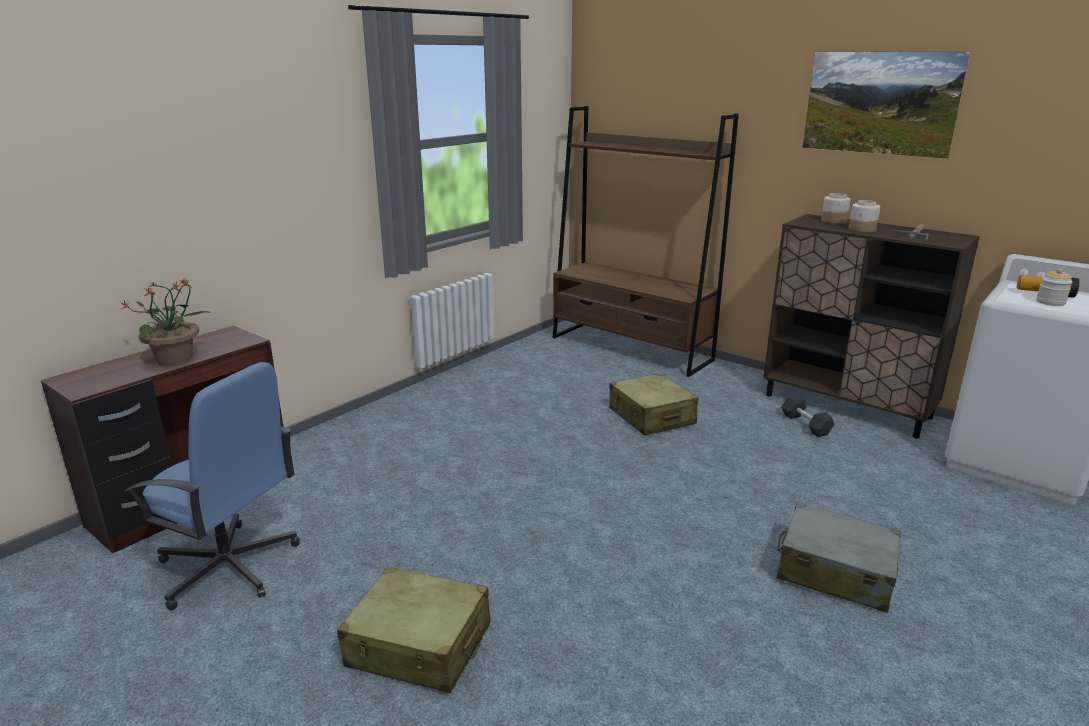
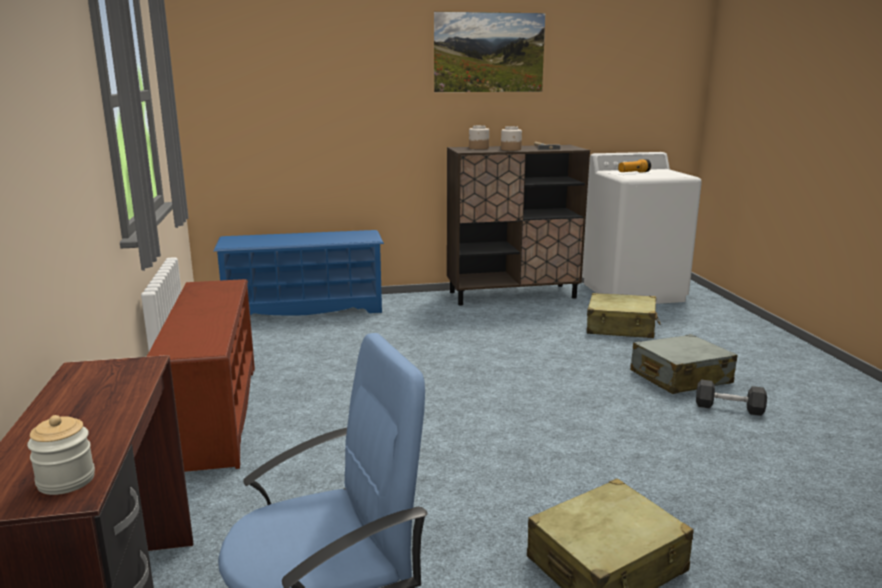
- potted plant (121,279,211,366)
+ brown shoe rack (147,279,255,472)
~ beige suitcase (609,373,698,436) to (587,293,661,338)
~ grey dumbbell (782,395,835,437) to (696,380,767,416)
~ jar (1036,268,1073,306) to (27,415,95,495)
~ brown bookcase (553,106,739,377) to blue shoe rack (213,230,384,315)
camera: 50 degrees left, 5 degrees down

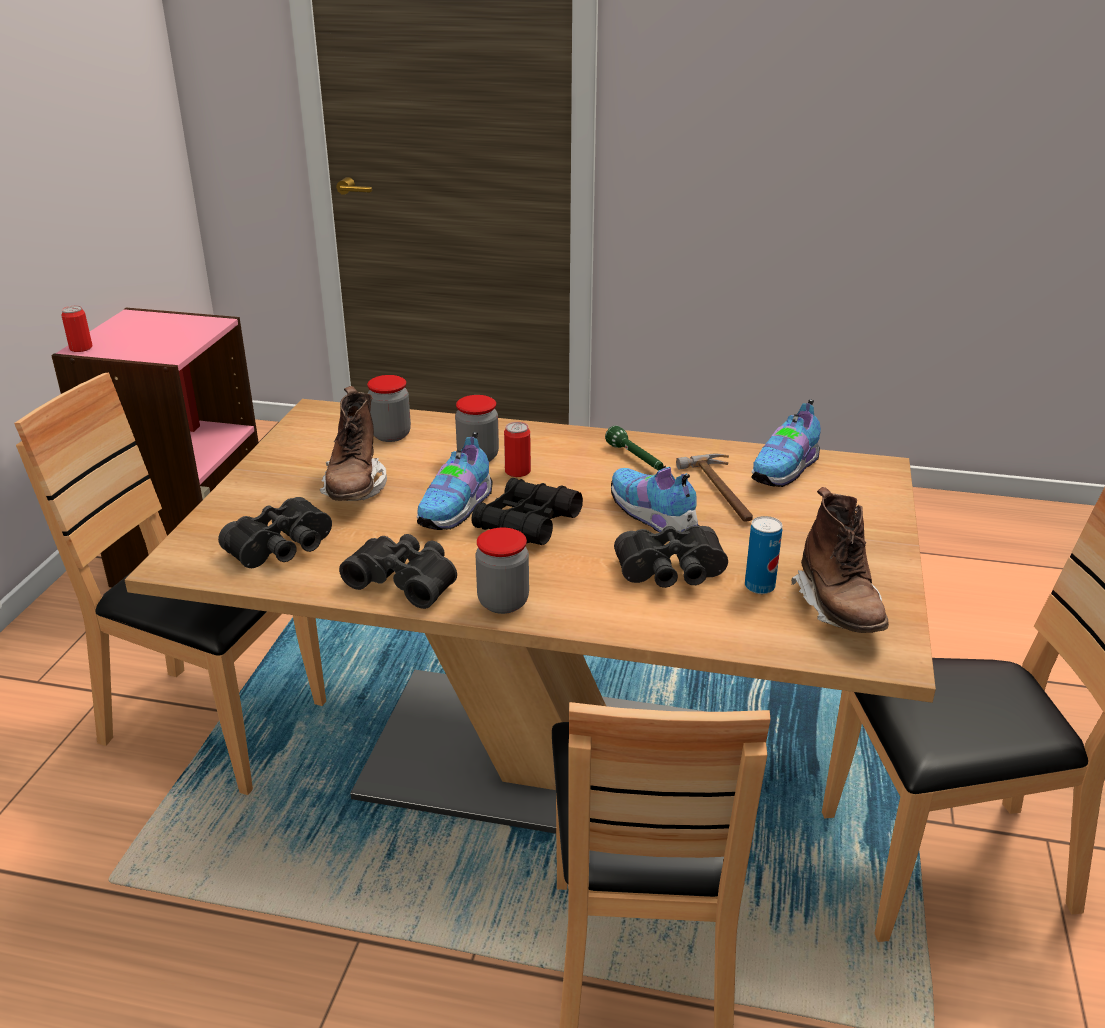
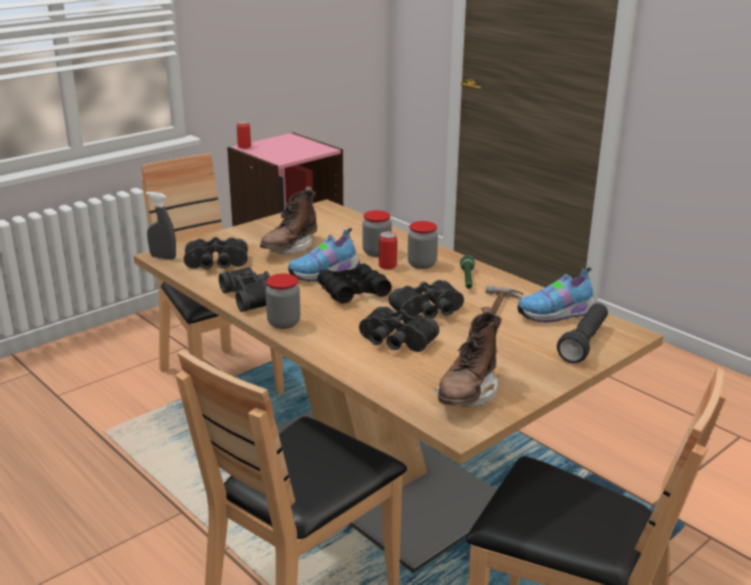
- can (745,516,782,594)
+ grey spray bottle (146,192,176,260)
+ black flashlight (557,303,608,363)
~ jar (367,375,411,442) to (408,221,438,269)
~ shoe (611,466,699,532) to black binoculars (389,280,464,319)
camera: 35 degrees right, 5 degrees down

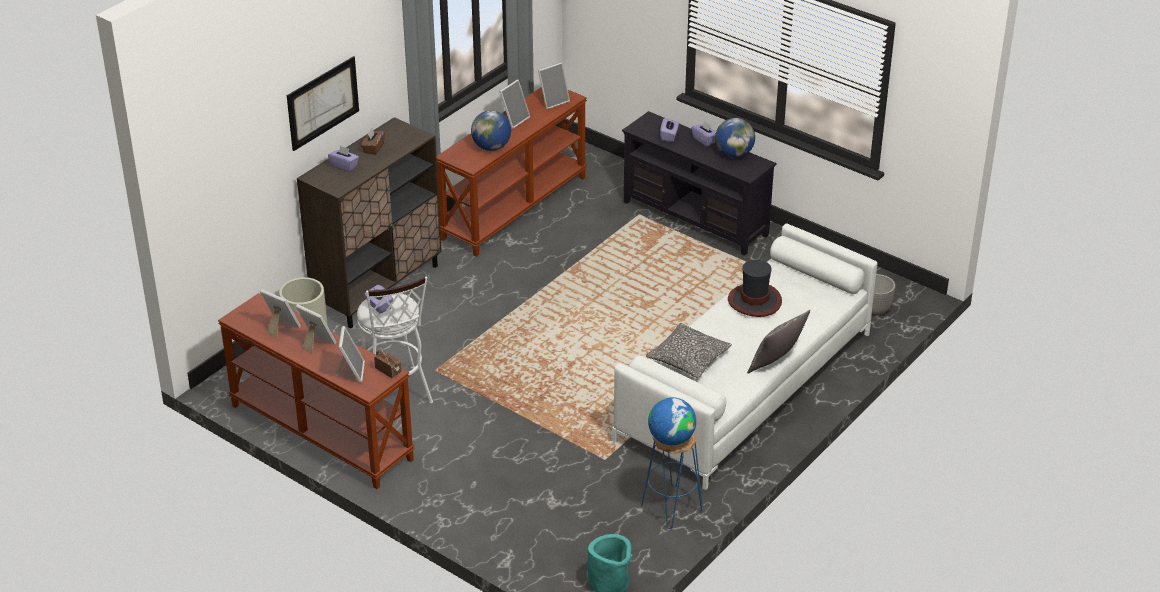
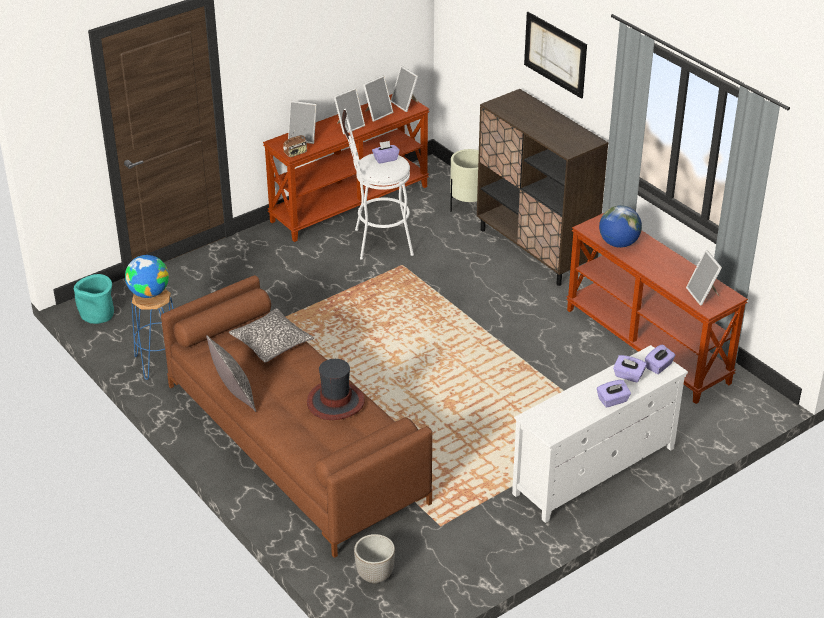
- brown tissue box (361,128,385,155)
- globe (715,118,755,158)
~ purple tissue box (328,146,359,172) to (645,344,676,374)
~ picture frame (499,79,530,129) to (391,66,418,112)
~ white sofa (612,223,877,490) to brown sofa (161,275,432,558)
~ black tv stand (622,111,777,255) to white tv stand (512,345,688,523)
camera: 105 degrees right, 0 degrees up

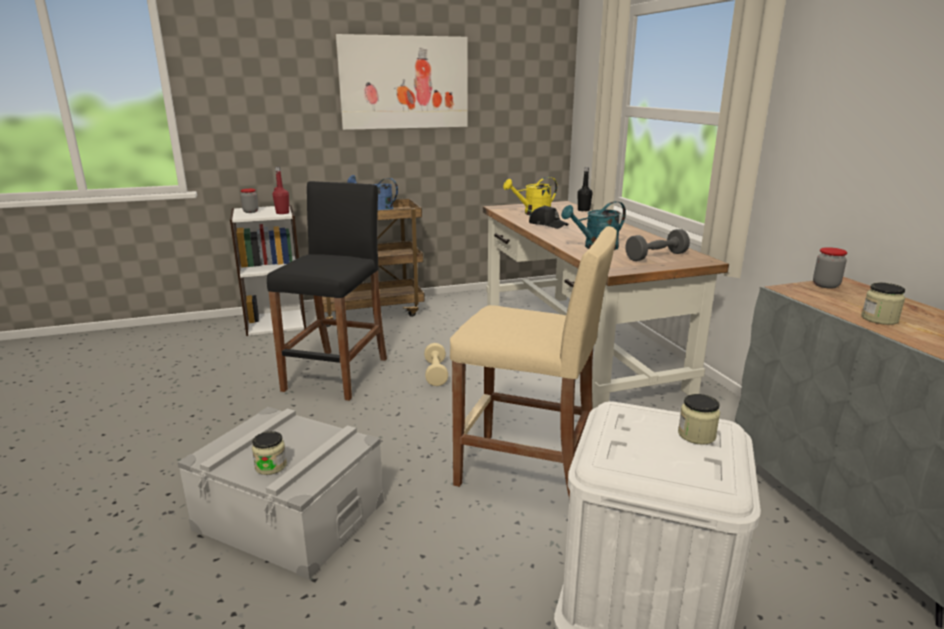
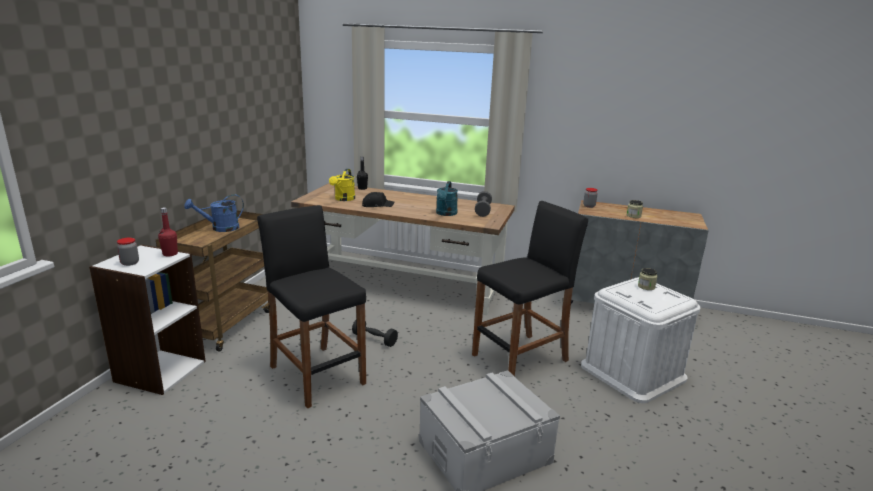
- jar (252,431,287,475)
- picture (336,34,468,130)
~ beige dumbbell (424,343,448,386) to black dumbbell (352,319,398,347)
~ beige stool (450,226,617,498) to black stool (472,201,588,377)
camera: 55 degrees left, 0 degrees up

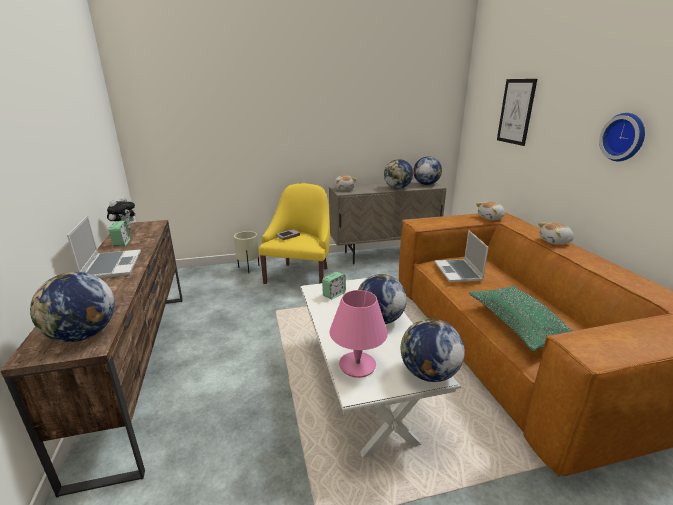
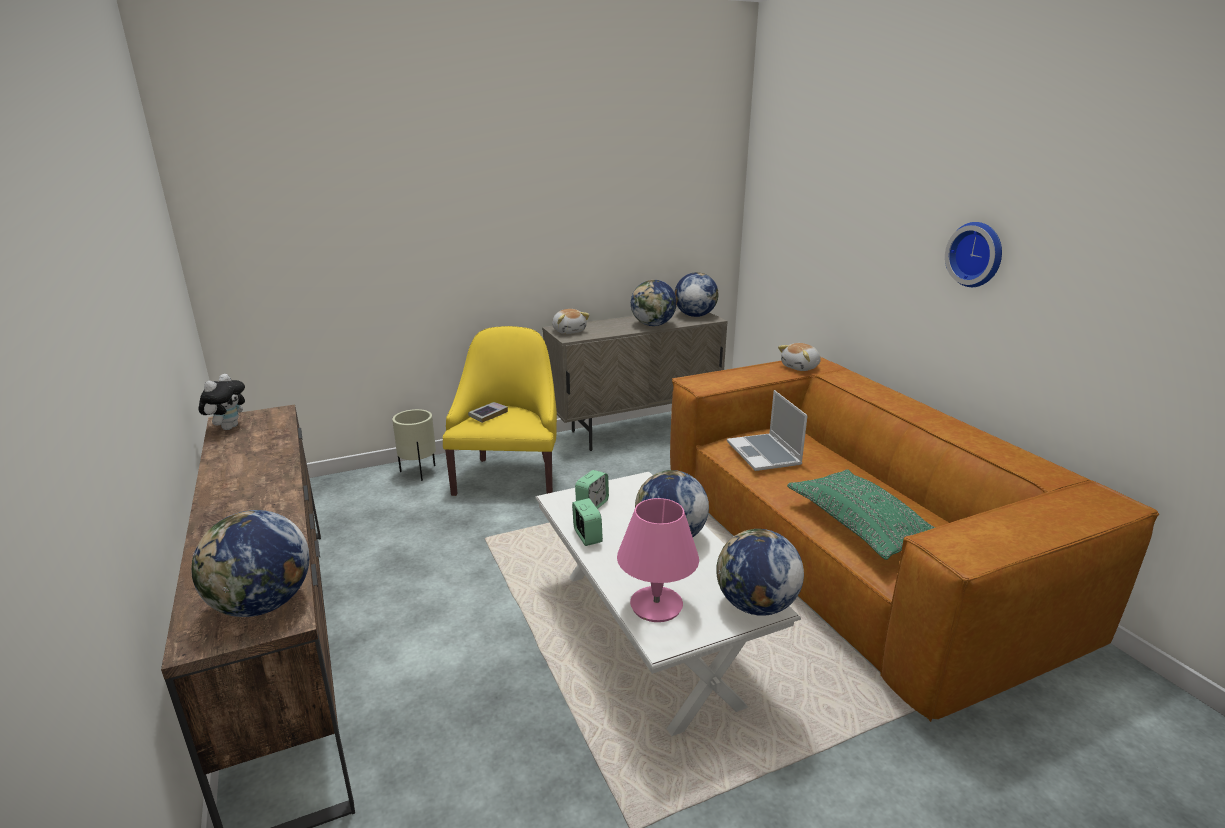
- laptop (67,216,141,278)
- picture (497,79,537,146)
- plush toy (538,222,574,245)
~ alarm clock (109,221,131,247) to (572,498,603,546)
camera: 10 degrees left, 0 degrees up

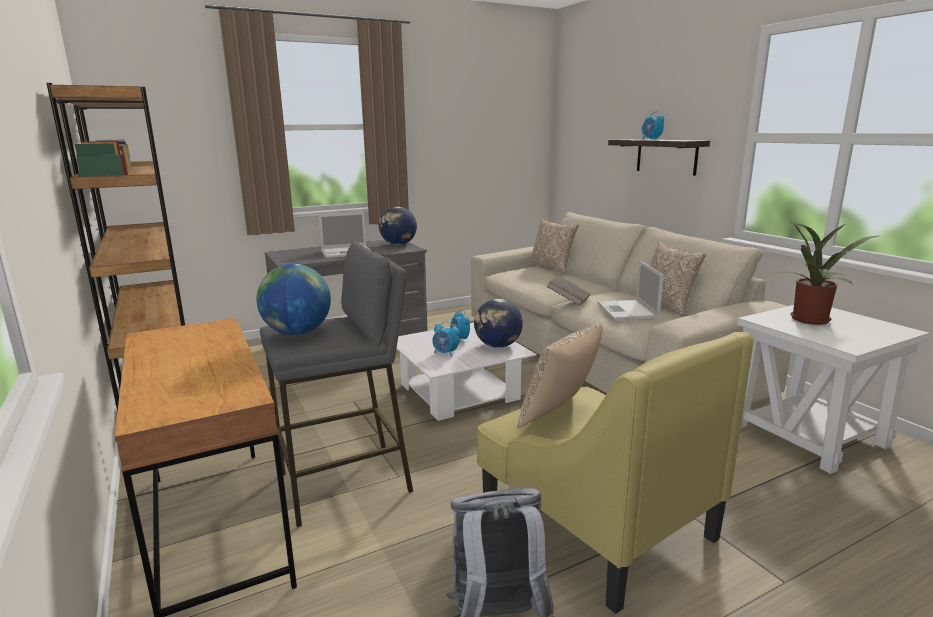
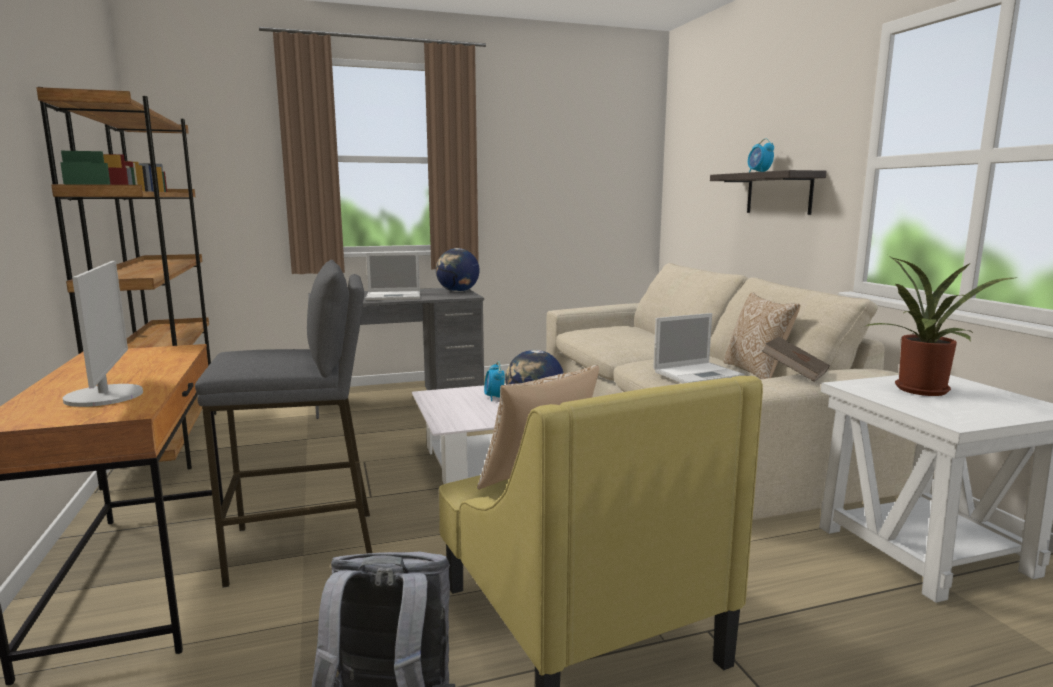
- globe (257,264,331,335)
- alarm clock (432,321,459,357)
- pillow (529,219,579,274)
+ monitor (63,261,143,407)
~ brown book (547,275,590,306) to (762,337,830,382)
~ laptop (597,261,664,320) = (653,313,745,384) 120 degrees counterclockwise
camera: 10 degrees right, 5 degrees down

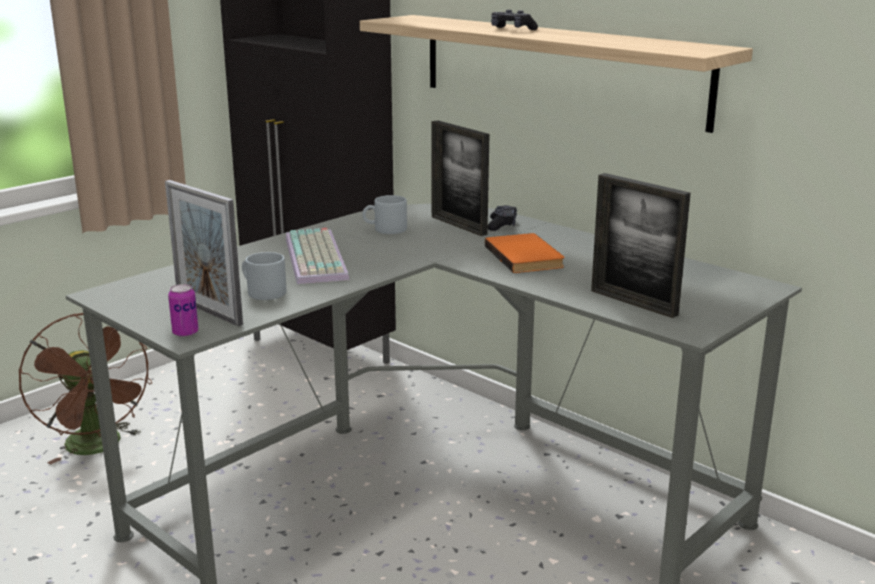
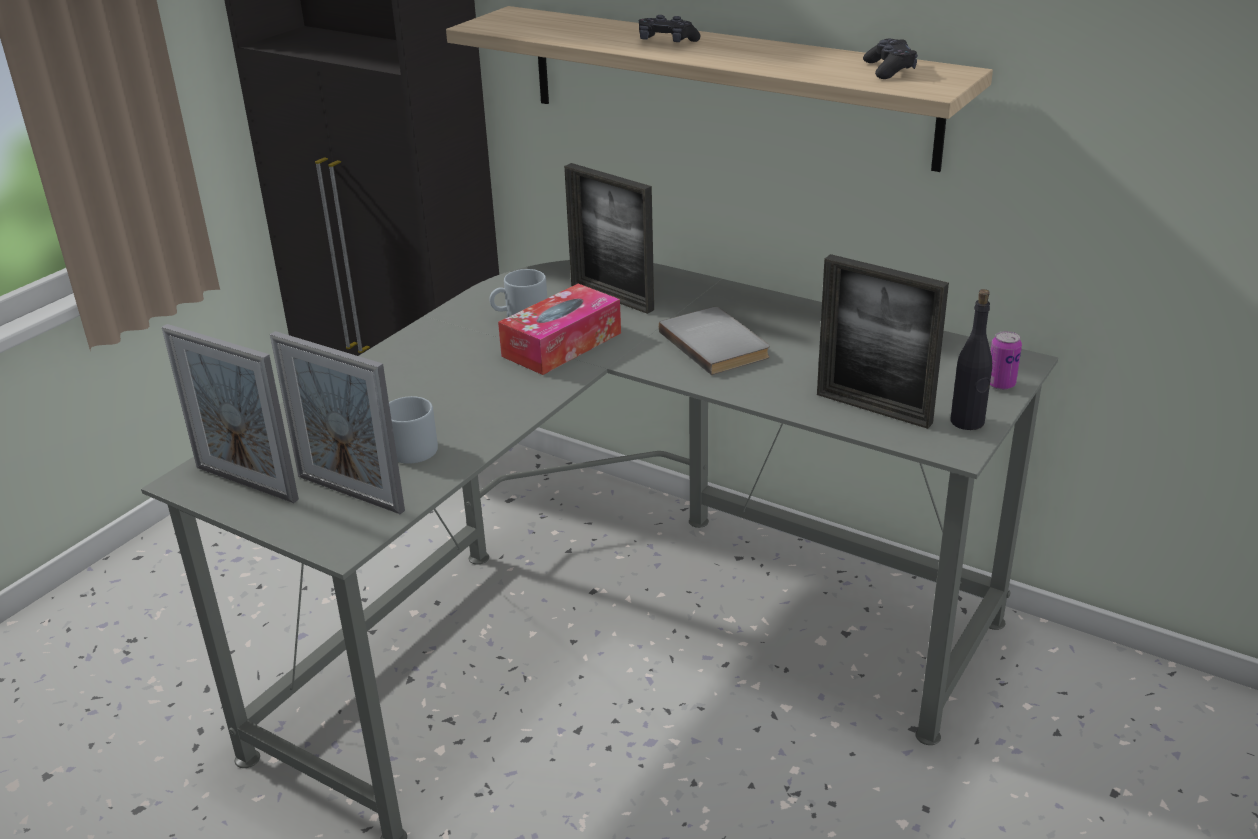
- brown fan (19,313,152,464)
- keyboard (286,228,349,284)
+ picture frame (162,324,299,503)
+ tissue box (498,284,621,375)
+ black bottle (950,289,992,430)
~ can (168,284,199,337) to (990,331,1022,390)
~ black game controller (488,205,517,231) to (863,39,918,79)
~ orange book (485,233,564,273) to grey book (659,307,770,375)
camera: 10 degrees left, 10 degrees up

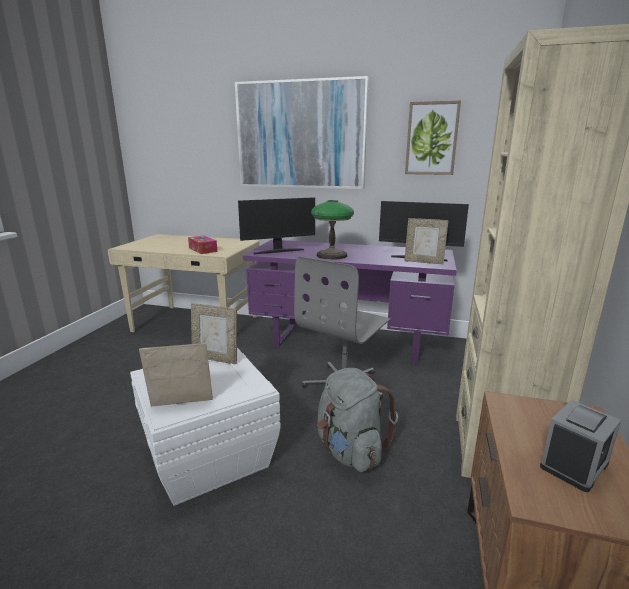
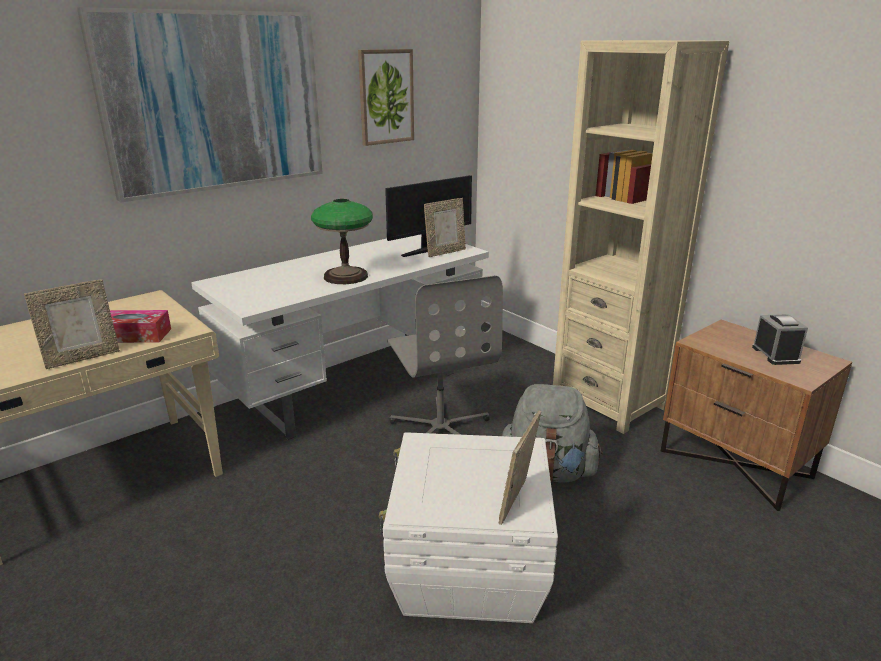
- monitor (238,197,315,254)
~ picture frame (191,303,237,364) to (24,279,120,369)
~ purple desk (243,239,457,365) to white desk (191,234,489,440)
camera: 55 degrees left, 5 degrees up

